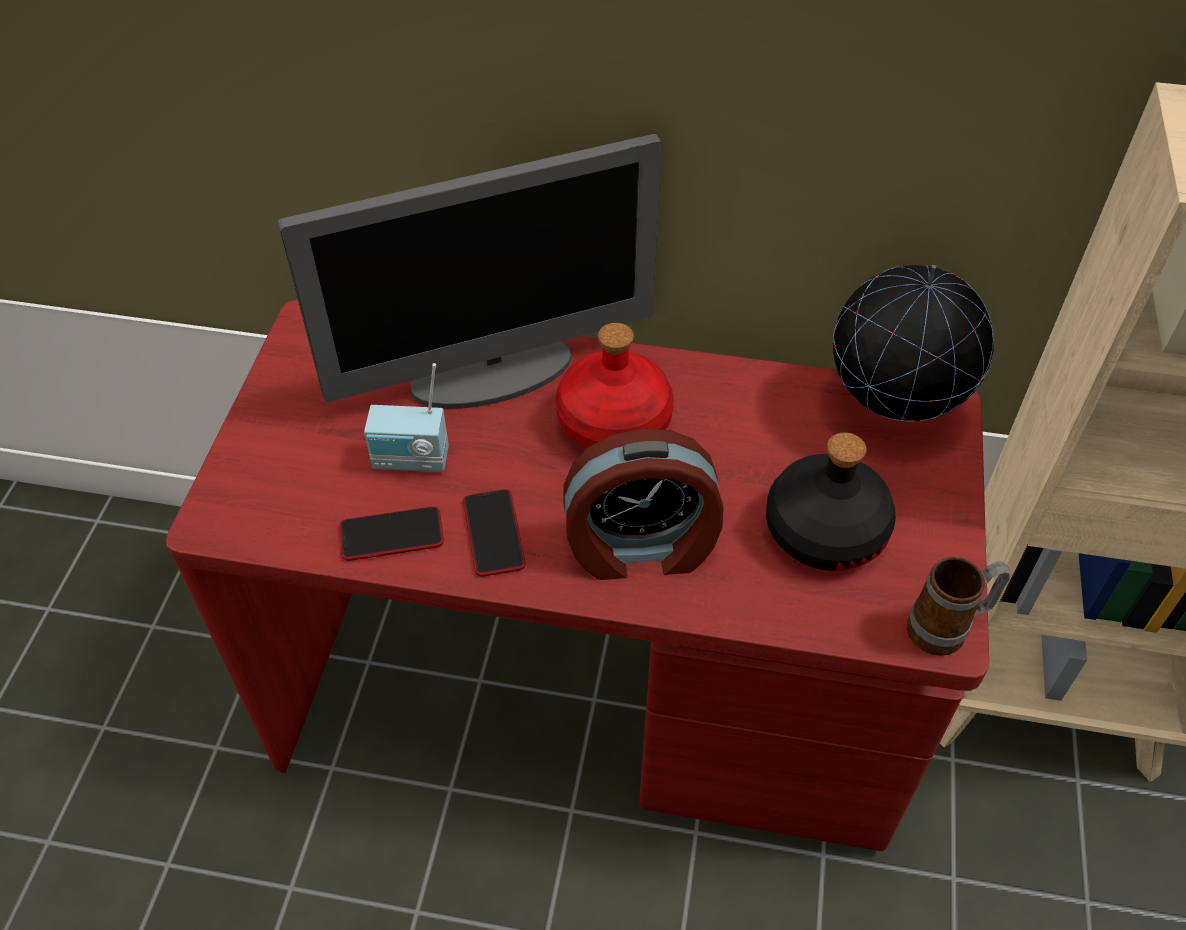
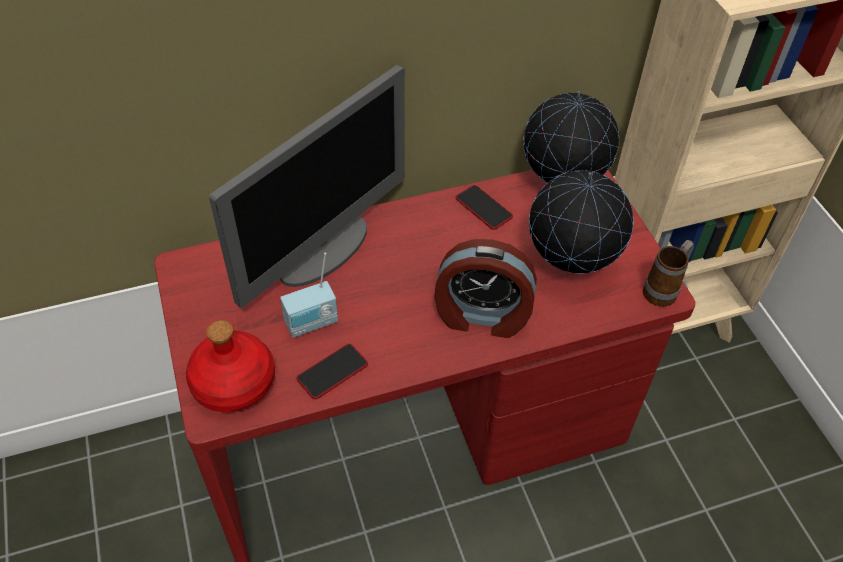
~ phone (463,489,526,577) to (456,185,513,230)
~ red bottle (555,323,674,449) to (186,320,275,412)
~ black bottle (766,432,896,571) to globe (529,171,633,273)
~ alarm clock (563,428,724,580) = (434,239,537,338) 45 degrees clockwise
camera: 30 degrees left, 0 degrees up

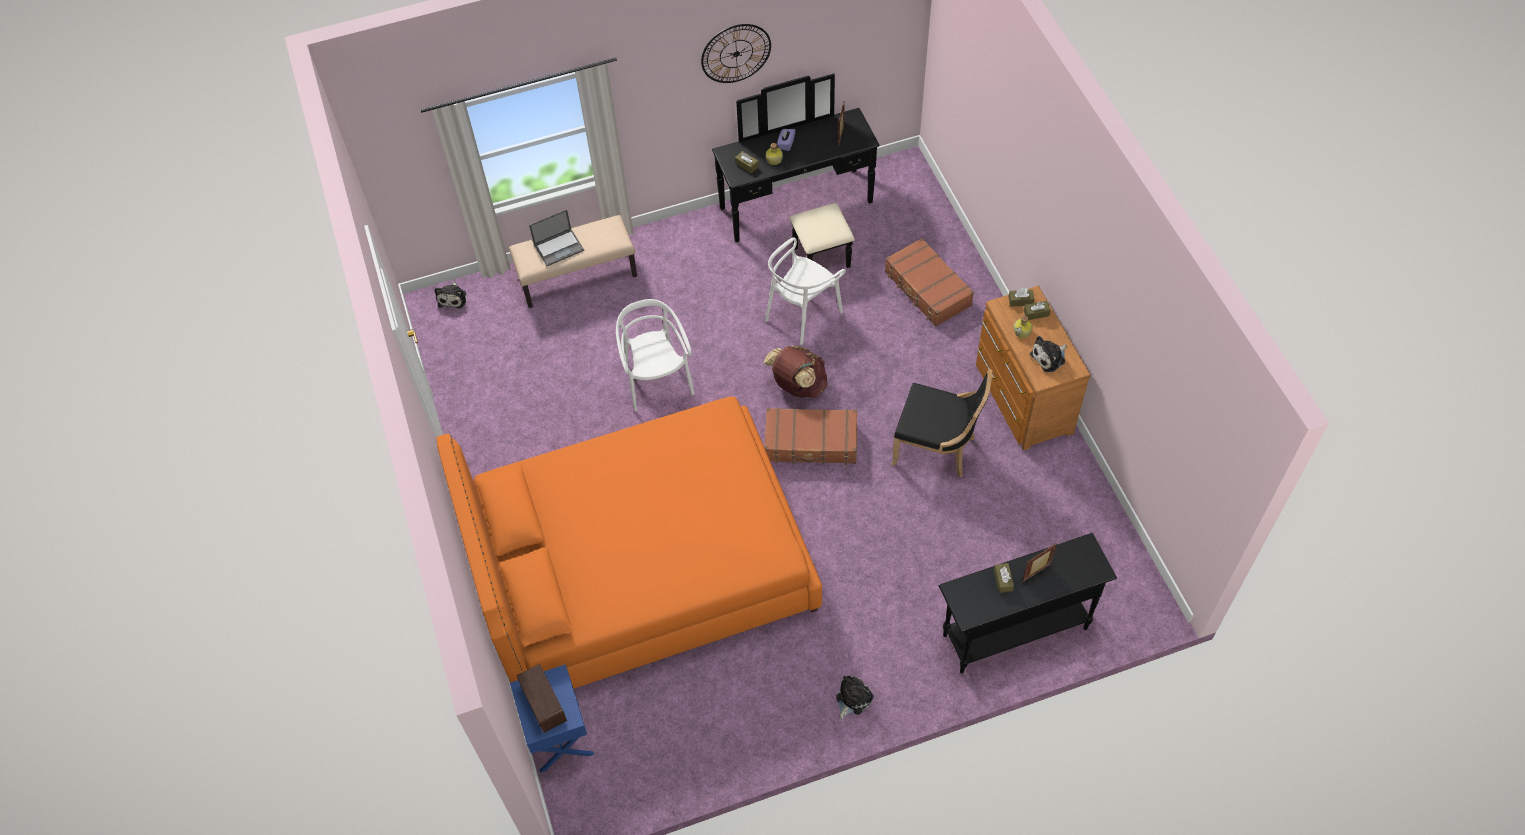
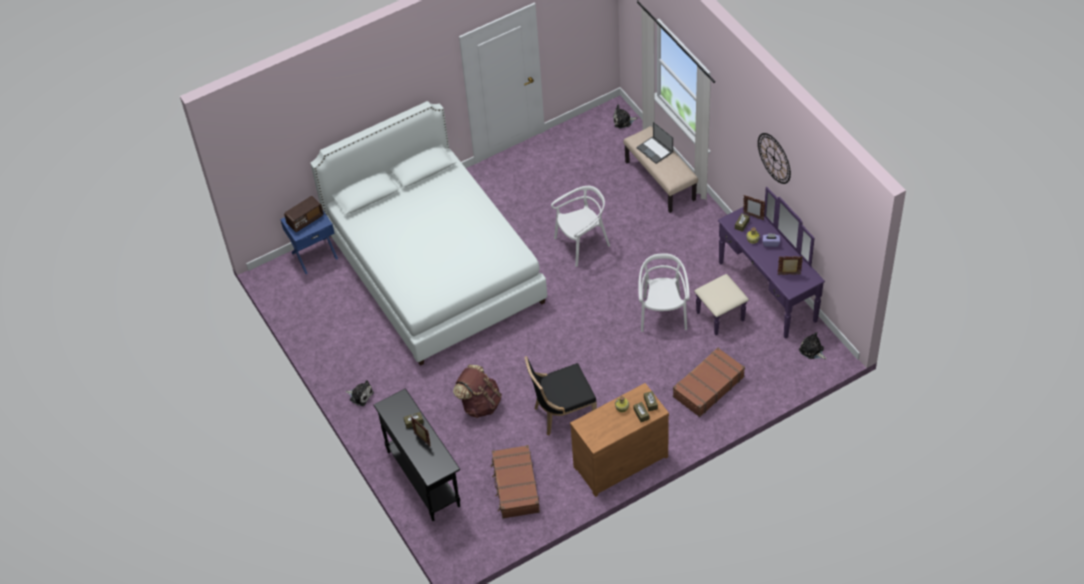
+ picture frame (743,195,765,220)
~ brown backpack (764,346,828,398) to (453,365,502,418)
~ brown suitcase (764,408,857,465) to (491,445,540,518)
~ plush toy (1030,336,1067,372) to (799,332,827,359)
~ orange bed (436,396,822,689) to white bed (310,101,547,366)
~ black dresser (712,73,879,268) to purple dresser (694,187,825,339)
~ white chair (765,237,846,345) = (638,253,690,332) 60 degrees clockwise
~ black chair (891,369,992,477) = (524,356,597,436) 60 degrees clockwise
camera: 80 degrees right, 5 degrees down

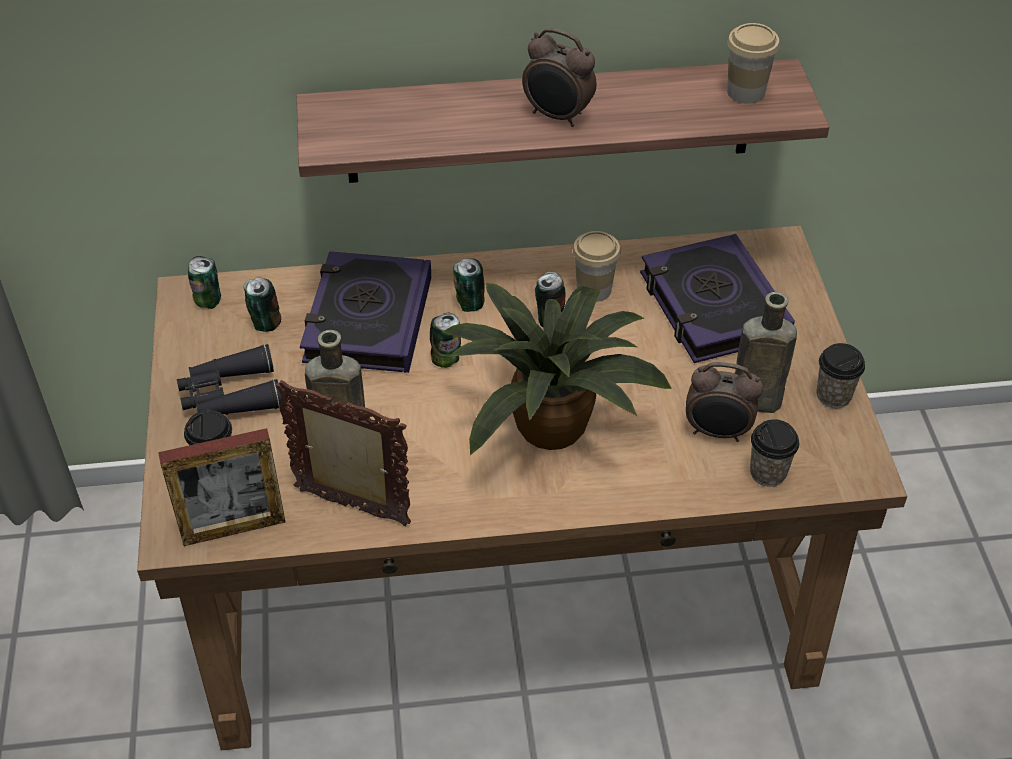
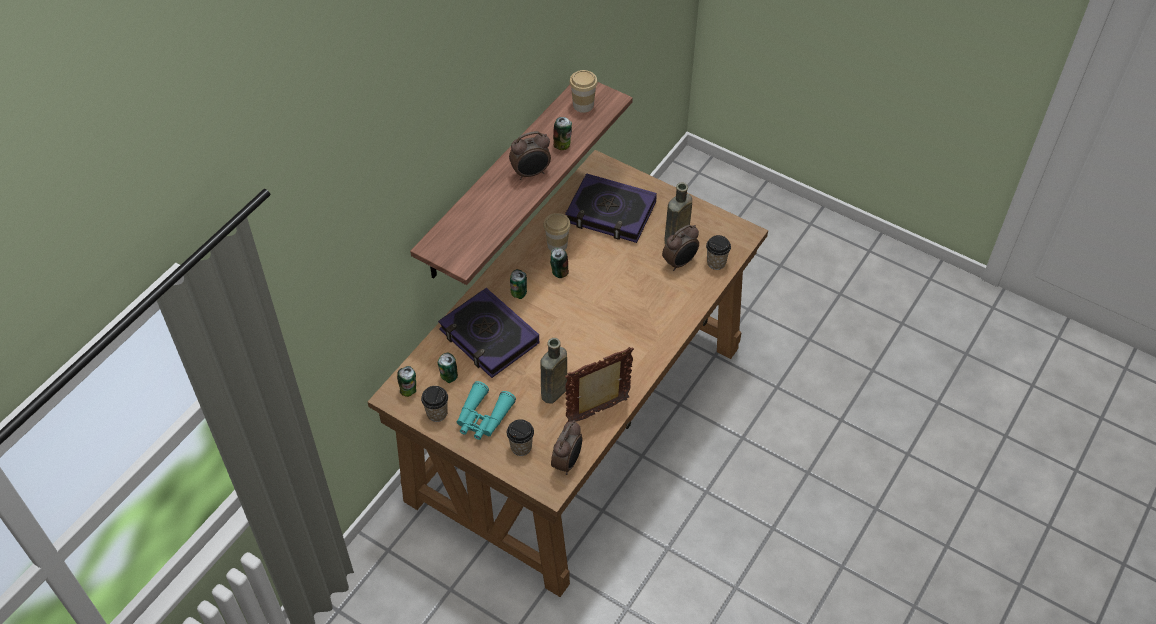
- potted plant (443,283,672,455)
~ can (430,313,461,368) to (553,117,572,150)
~ cup (816,343,865,408) to (421,386,448,422)
~ picture frame (158,428,285,546) to alarm clock (551,420,582,475)
~ black binoculars (177,344,281,415) to turquoise binoculars (457,381,516,440)
camera: 50 degrees left, 5 degrees up

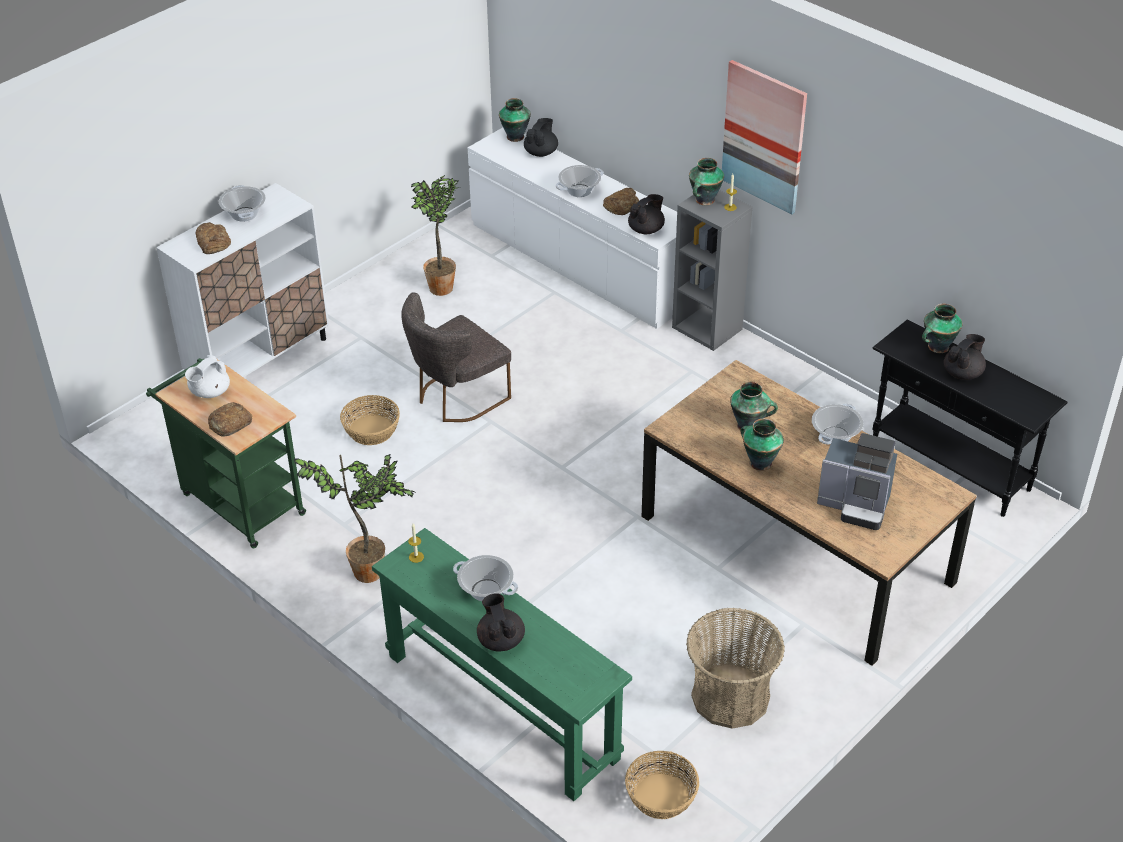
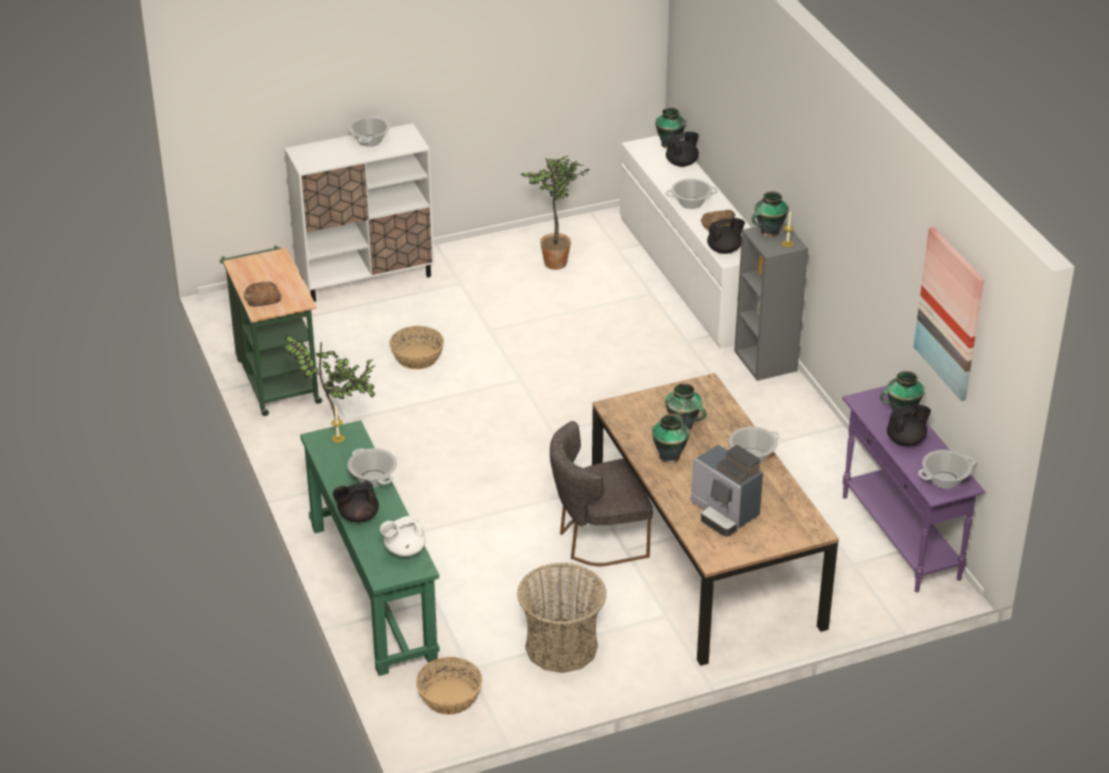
- bread (196,222,231,254)
+ cooking pot (918,450,976,489)
~ white teapot (185,355,230,398) to (380,513,426,557)
~ grey chair (401,292,511,422) to (550,421,653,566)
~ picture (722,60,807,214) to (914,227,984,401)
~ black console table (872,320,1068,517) to purple console table (842,386,985,593)
~ black teapot (477,593,525,651) = (333,480,379,522) 120 degrees counterclockwise
camera: 25 degrees right, 5 degrees down

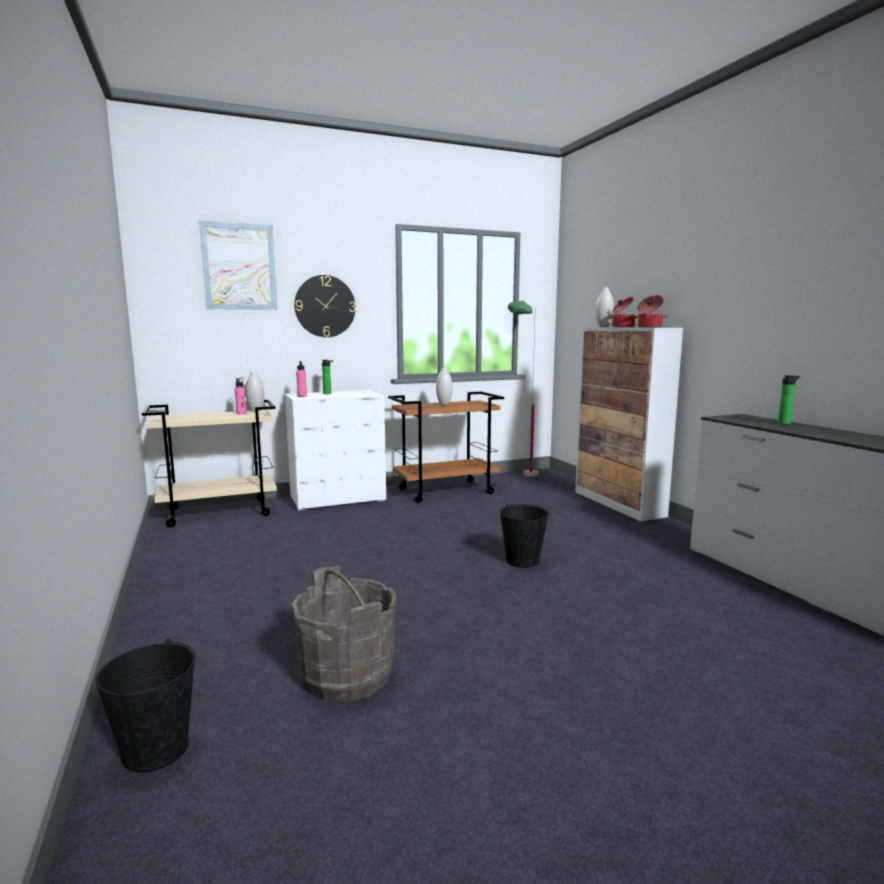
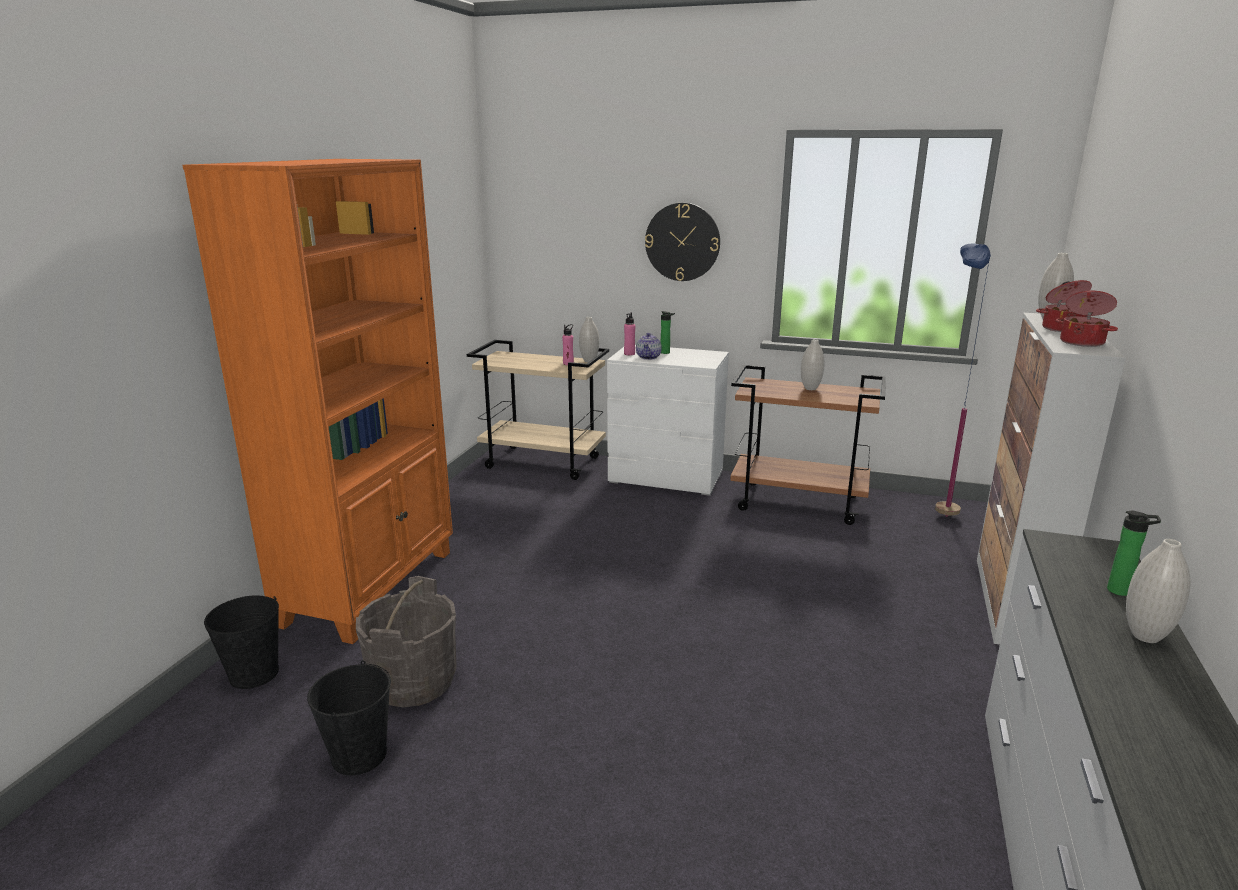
- picture (199,221,277,310)
+ orange bookcase (183,159,453,644)
+ teapot (636,333,662,360)
+ white vase (1126,539,1191,643)
~ black bucket (500,504,549,568) to (307,660,391,775)
~ green floor lamp (508,301,539,479) to blue floor lamp (935,243,991,517)
camera: 40 degrees right, 10 degrees up

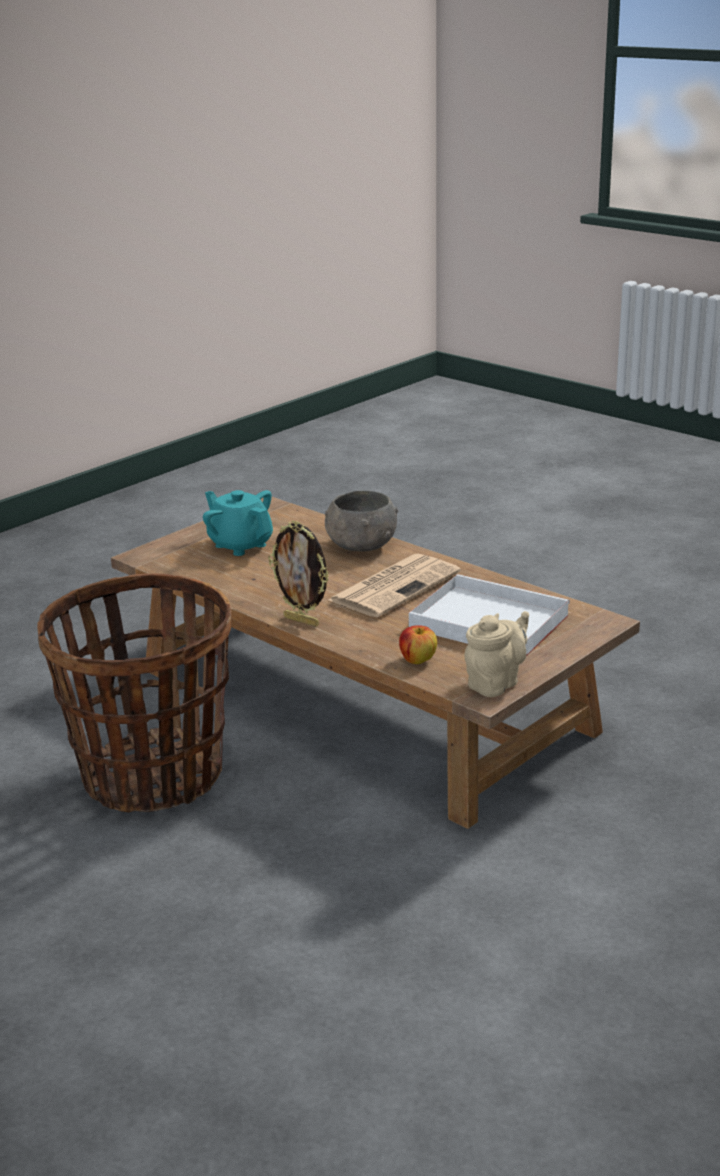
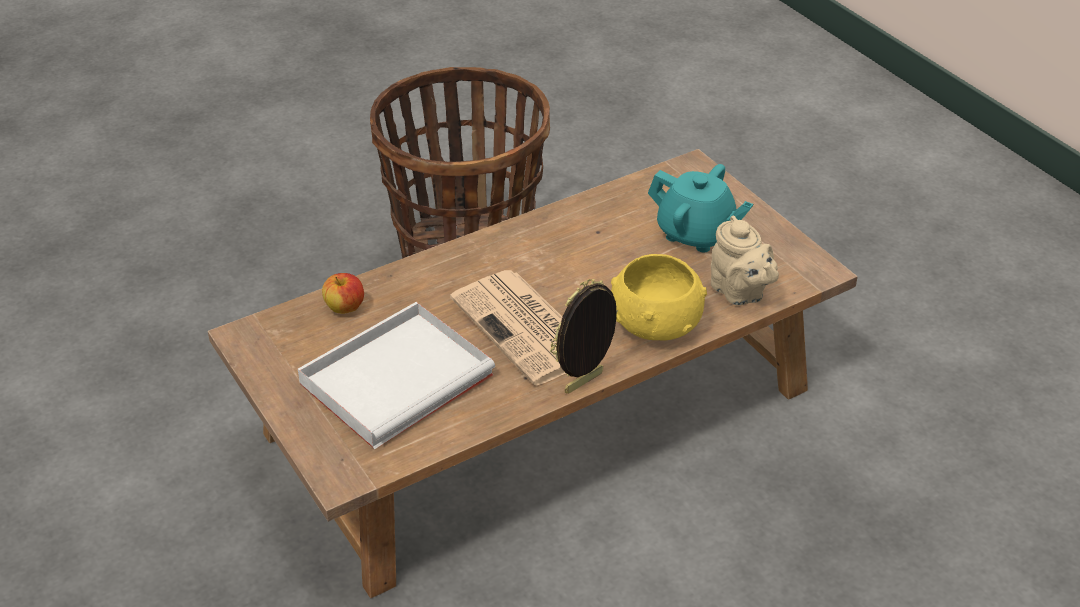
~ picture frame (268,521,329,627) to (550,279,618,394)
~ beige teapot (465,611,529,697) to (711,215,779,305)
~ grey bowl (325,491,398,552) to yellow bowl (611,254,707,340)
~ turquoise teapot (203,490,273,556) = (648,164,753,252) 60 degrees clockwise
camera: 105 degrees right, 15 degrees up

